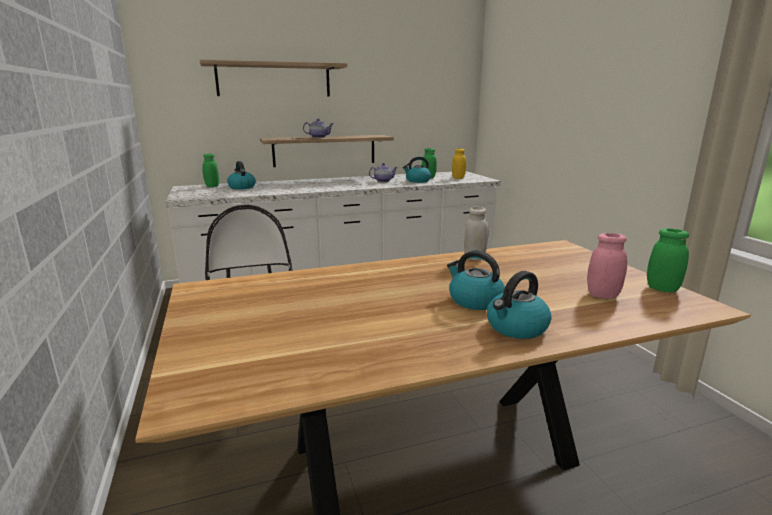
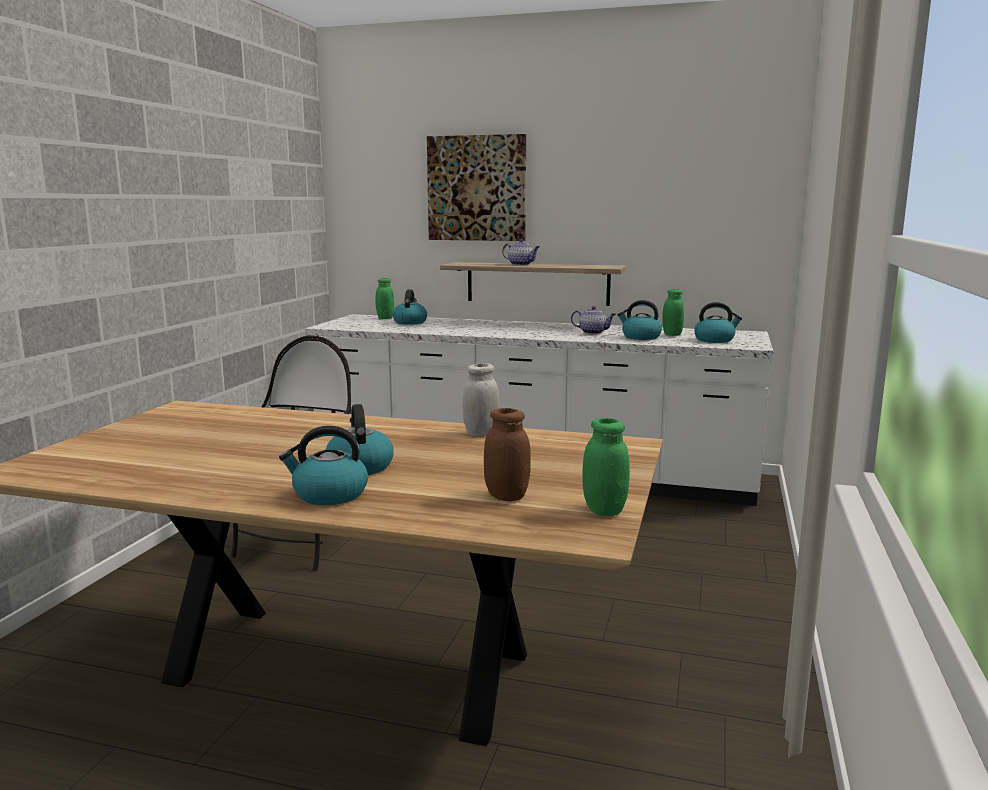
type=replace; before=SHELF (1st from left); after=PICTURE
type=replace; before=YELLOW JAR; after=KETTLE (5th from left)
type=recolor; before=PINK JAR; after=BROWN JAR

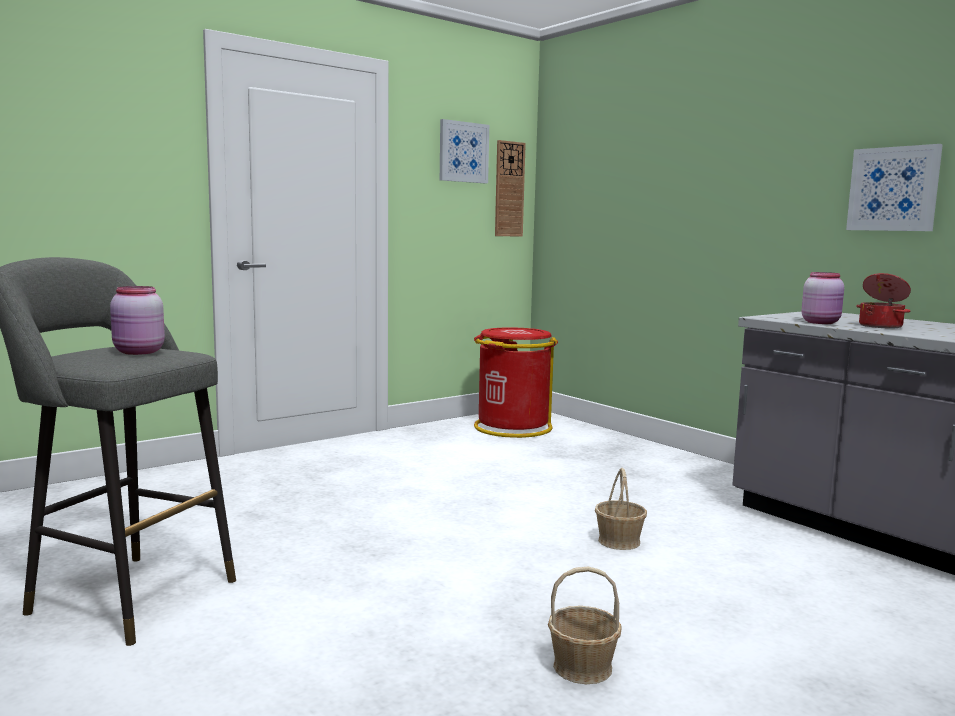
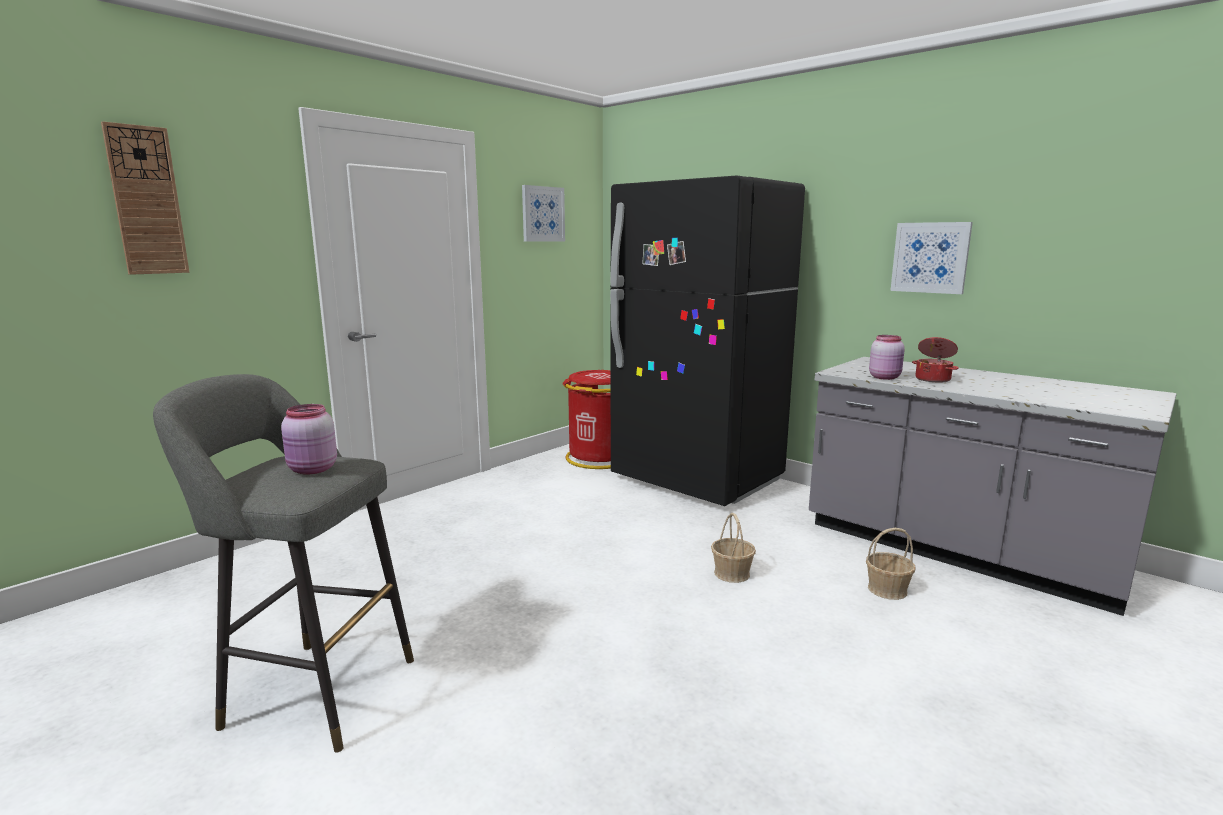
type=move; before=WALL CLOCK
type=move; before=BASKET (1st from left in the first image); after=BASKET (2nd from left)
type=insert; after=BLACK FRIDGE

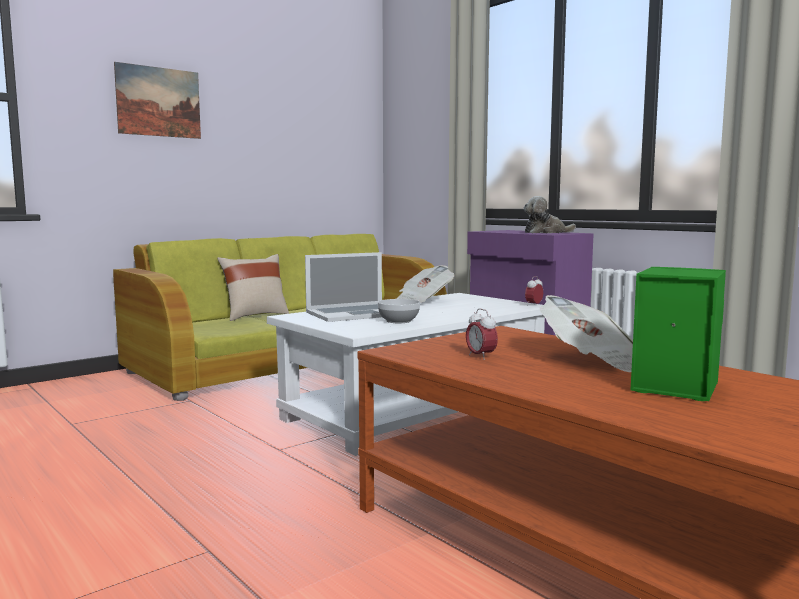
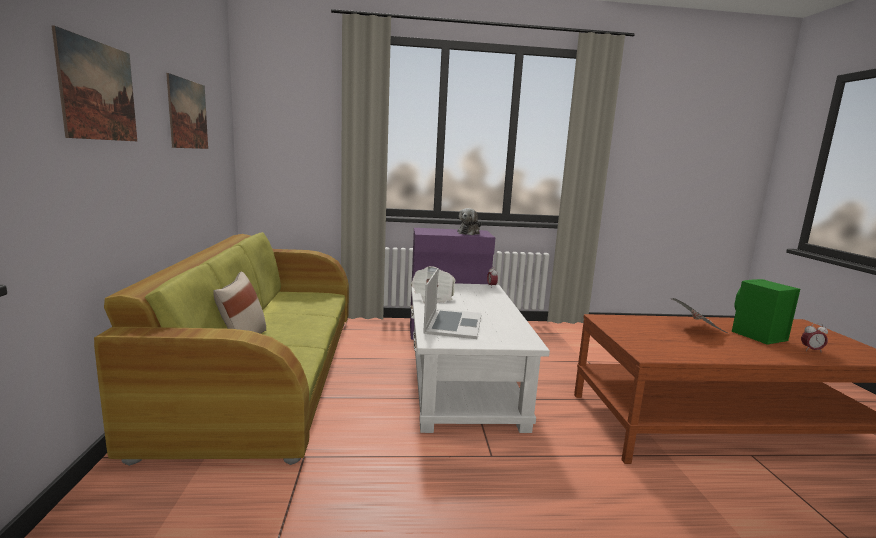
type=delete; before=BOWL
type=move; before=ALARM CLOCK (1st from left in the first image); after=ALARM CLOCK (2nd from left)
type=insert; after=PICTURE (2nd from left)

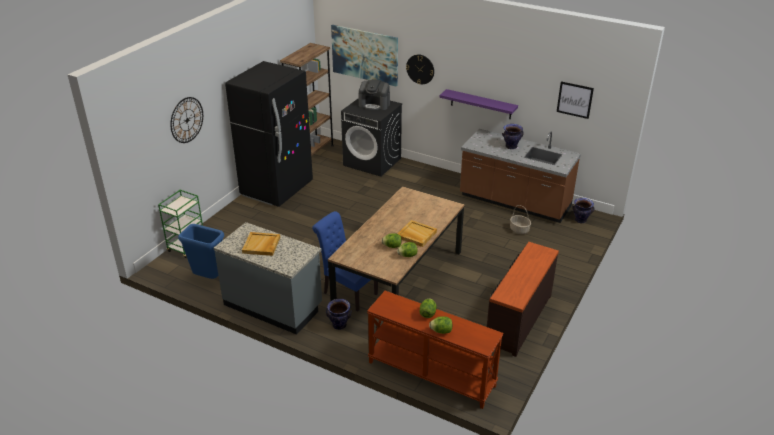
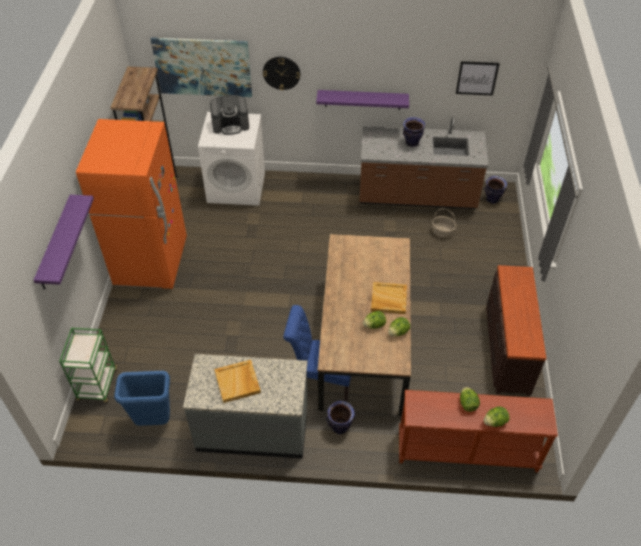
type=recolor; before=BLACK FRIDGE; after=ORANGE FRIDGE
type=replace; before=WALL CLOCK (1st from left); after=PURPLE SHELF (1st from left)
type=recolor; before=BLACK WASHING MACHINE; after=WHITE WASHING MACHINE

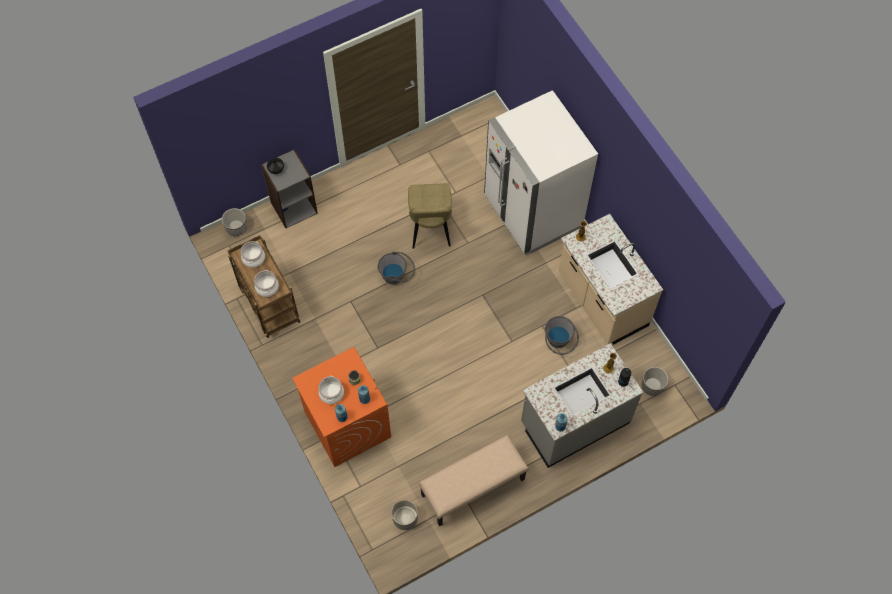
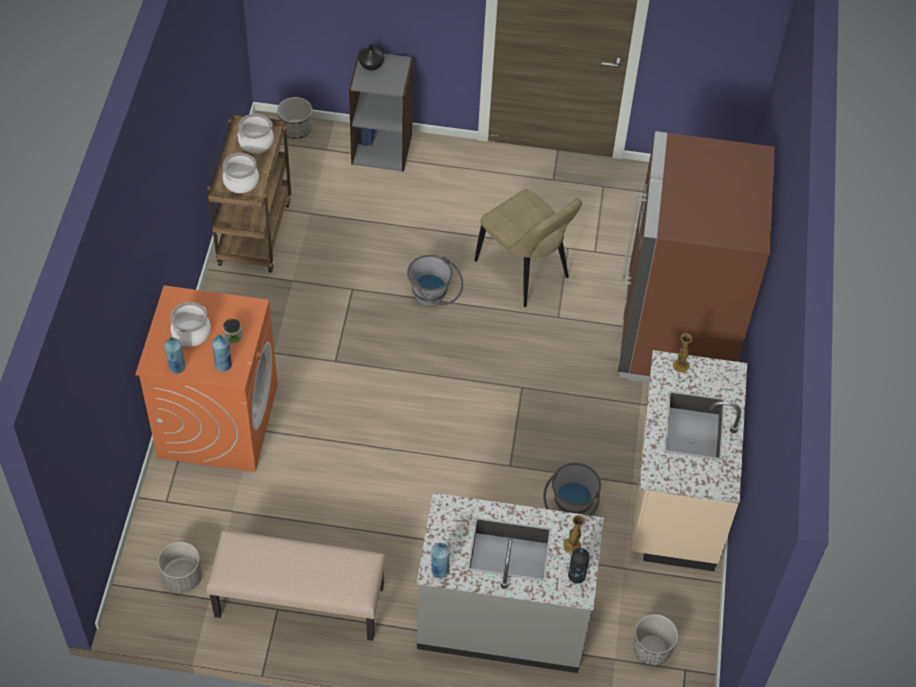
type=recolor; before=WHITE FRIDGE; after=BROWN FRIDGE
type=rotate; before=BEIGE CHAIR; turn=-75

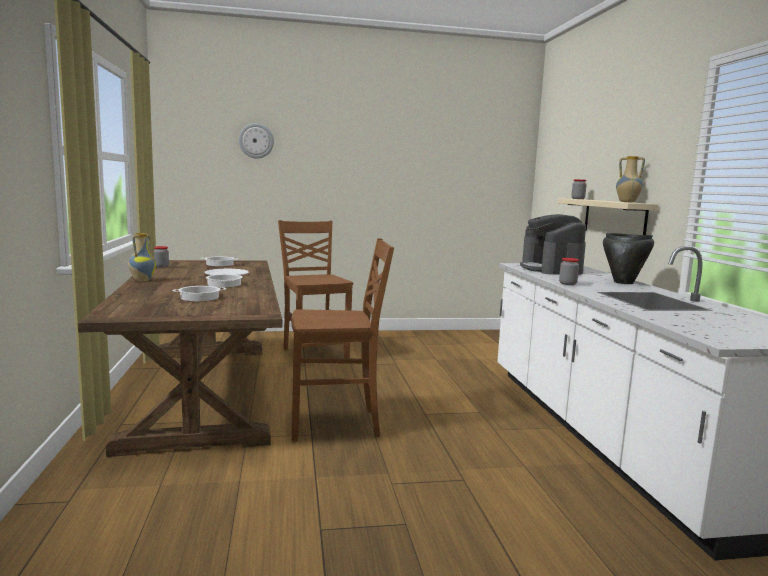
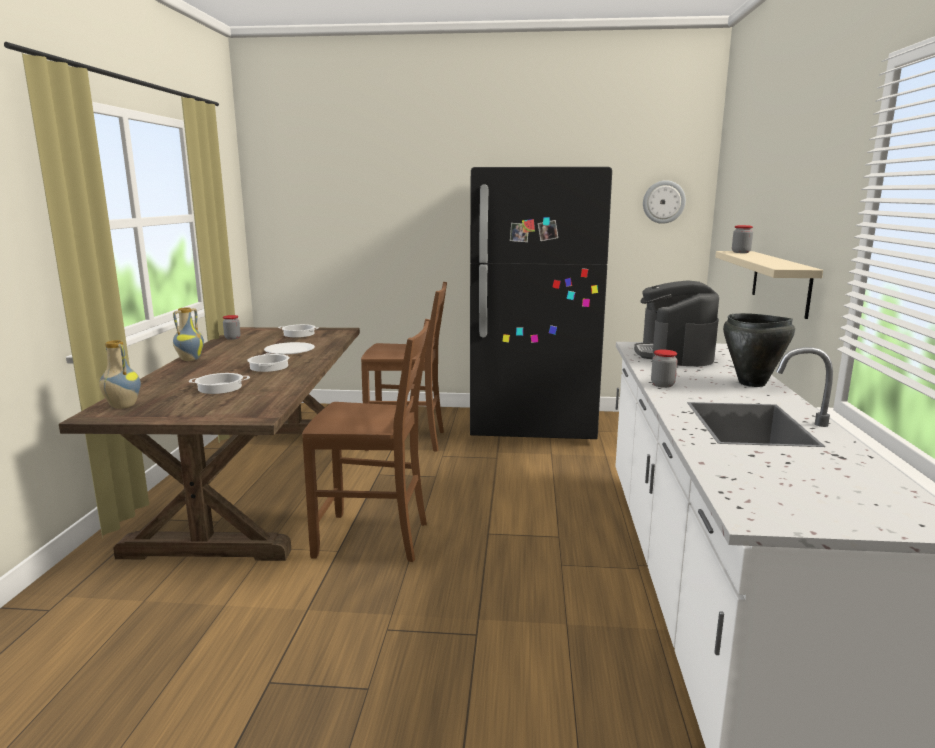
type=move; before=WALL CLOCK
type=move; before=VASE (2nd from left in the first image); after=VASE (1st from left)
type=rotate; before=BROWN CHAIR (1st from left in the first image); turn=105
type=insert; after=BLACK FRIDGE

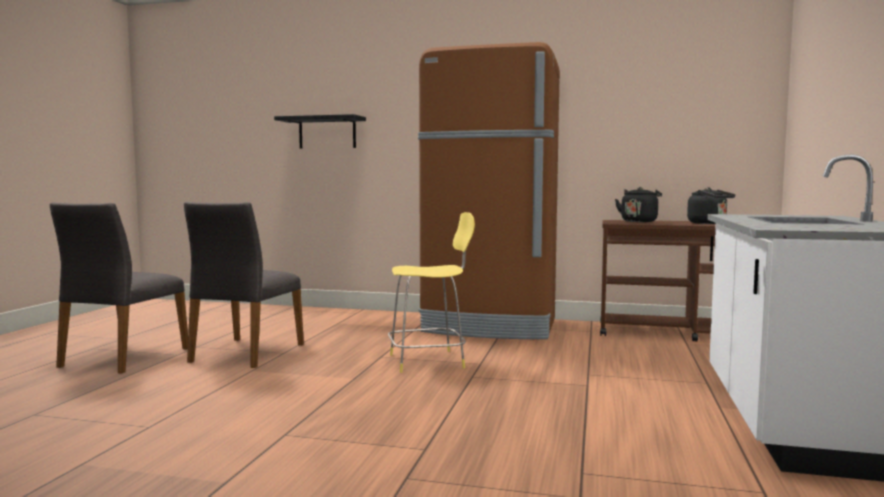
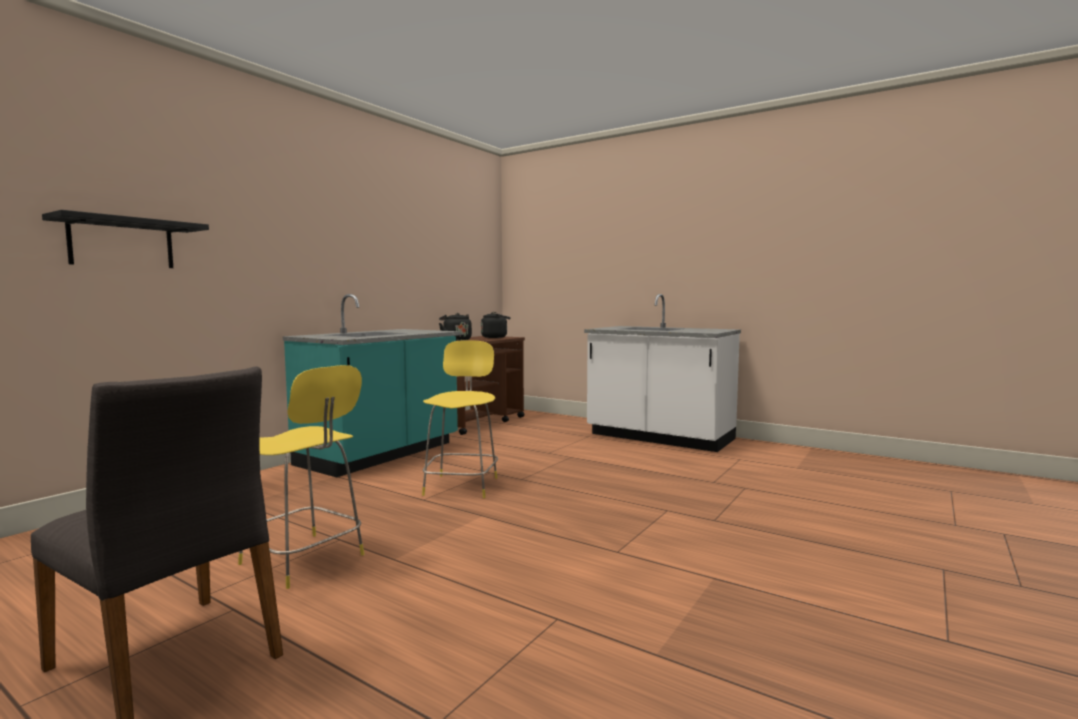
type=replace; before=BROWN FRIDGE; after=TURQUOISE COUNTER
type=replace; before=GREY CHAIR (2nd from left); after=YELLOW STOOL (1st from left)

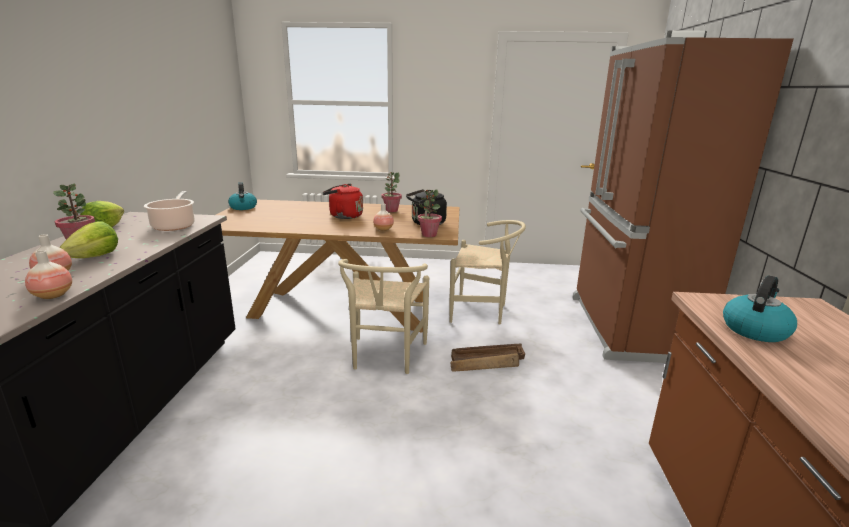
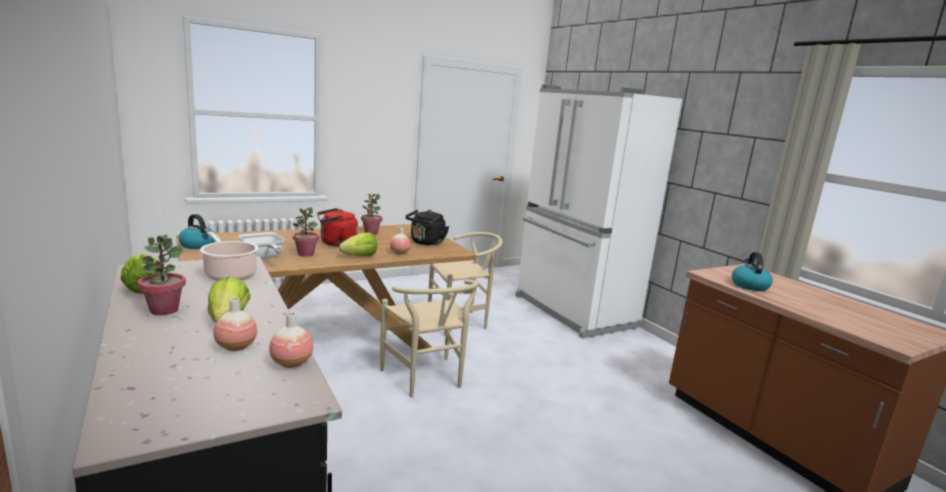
type=recolor; before=BROWN FRIDGE; after=WHITE FRIDGE
type=move; before=POTTED PLANT (3rd from left in the first image); after=POTTED PLANT (2nd from left)
type=delete; before=CRATE
type=insert; after=FRYING PAN
type=insert; after=LETTUCE (3rd from left)

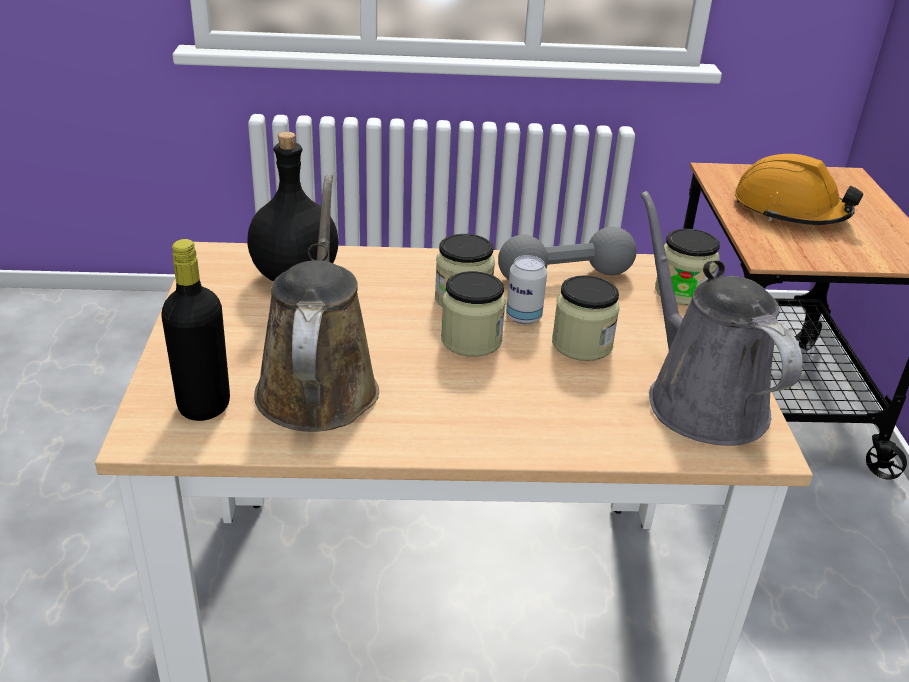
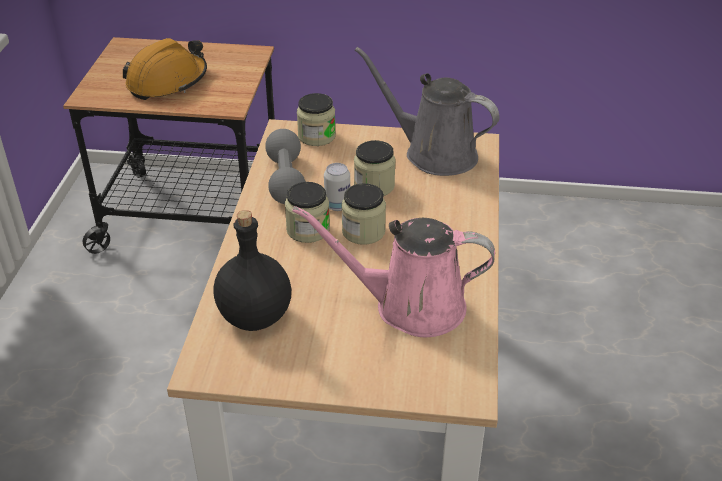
type=recolor; before=BROWN WATERING CAN; after=PINK WATERING CAN
type=rotate; before=GREY WATERING CAN; turn=45
type=delete; before=BLACK BOTTLE (1st from left)

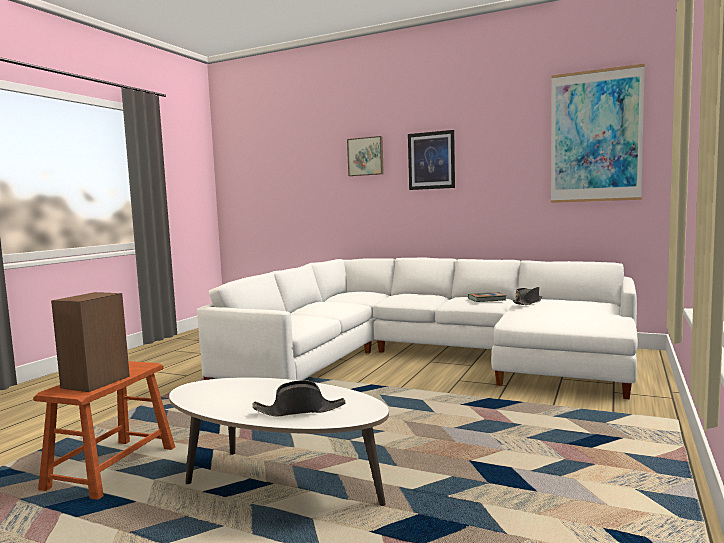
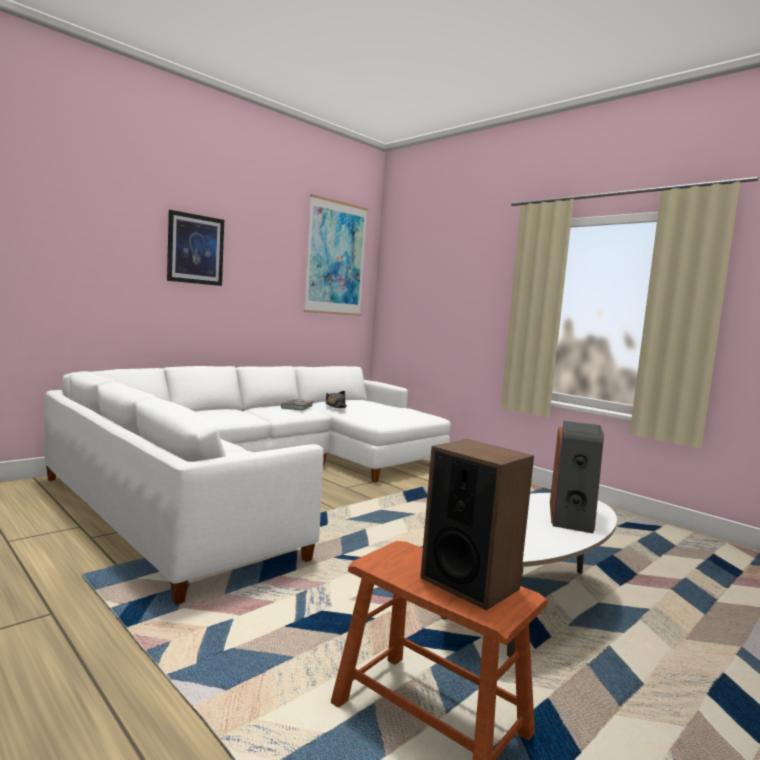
type=delete; before=PICTURE (1st from left)
type=replace; before=BLACK HAT (1st from left); after=SPEAKER (2nd from left)

